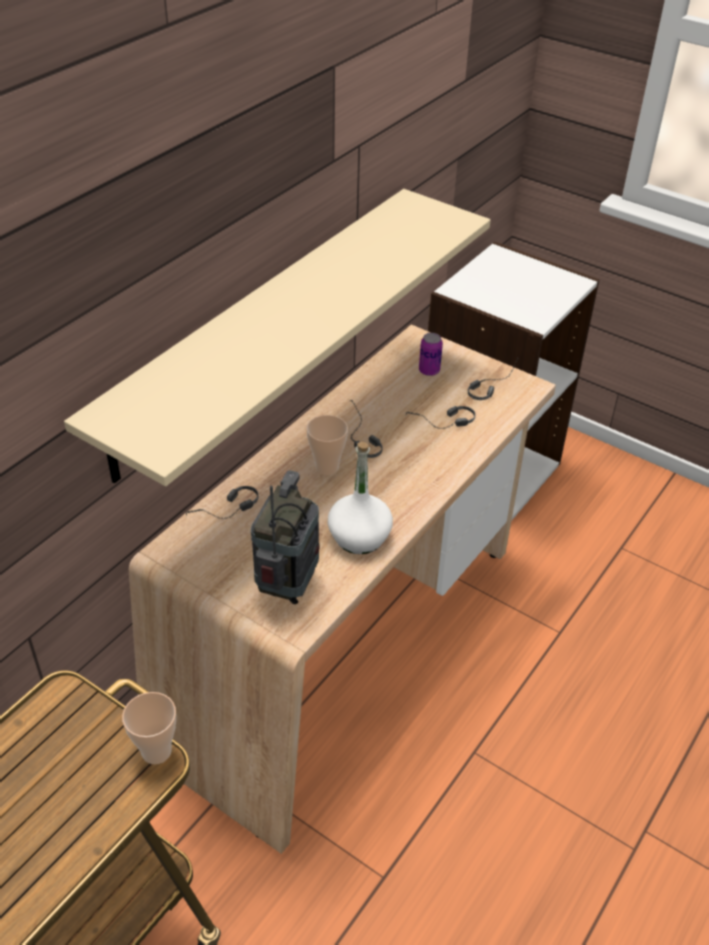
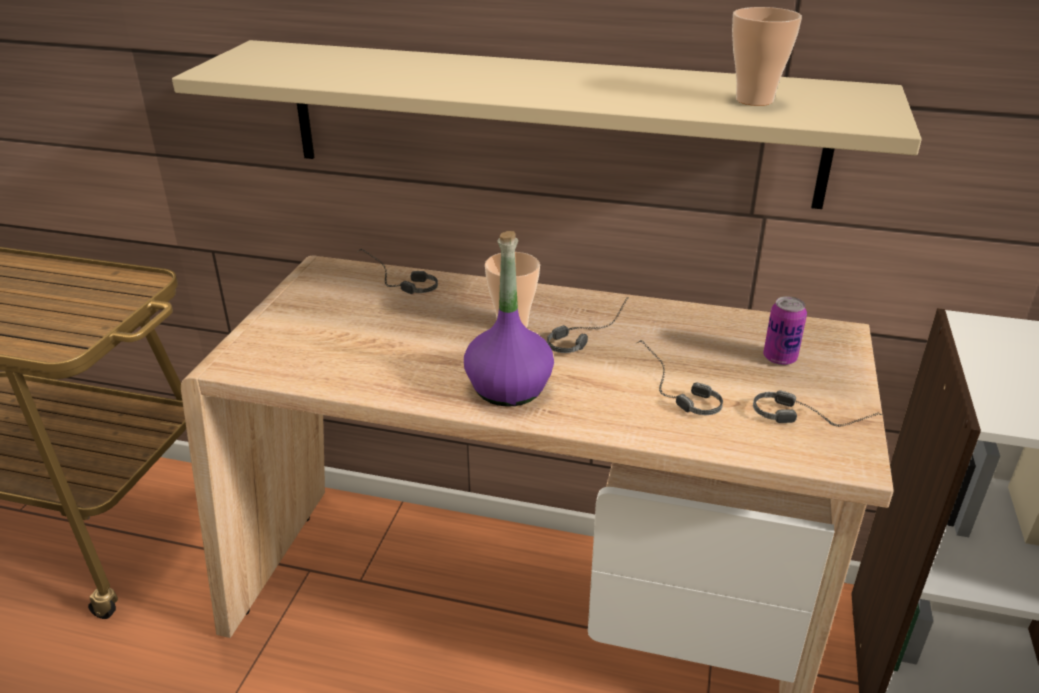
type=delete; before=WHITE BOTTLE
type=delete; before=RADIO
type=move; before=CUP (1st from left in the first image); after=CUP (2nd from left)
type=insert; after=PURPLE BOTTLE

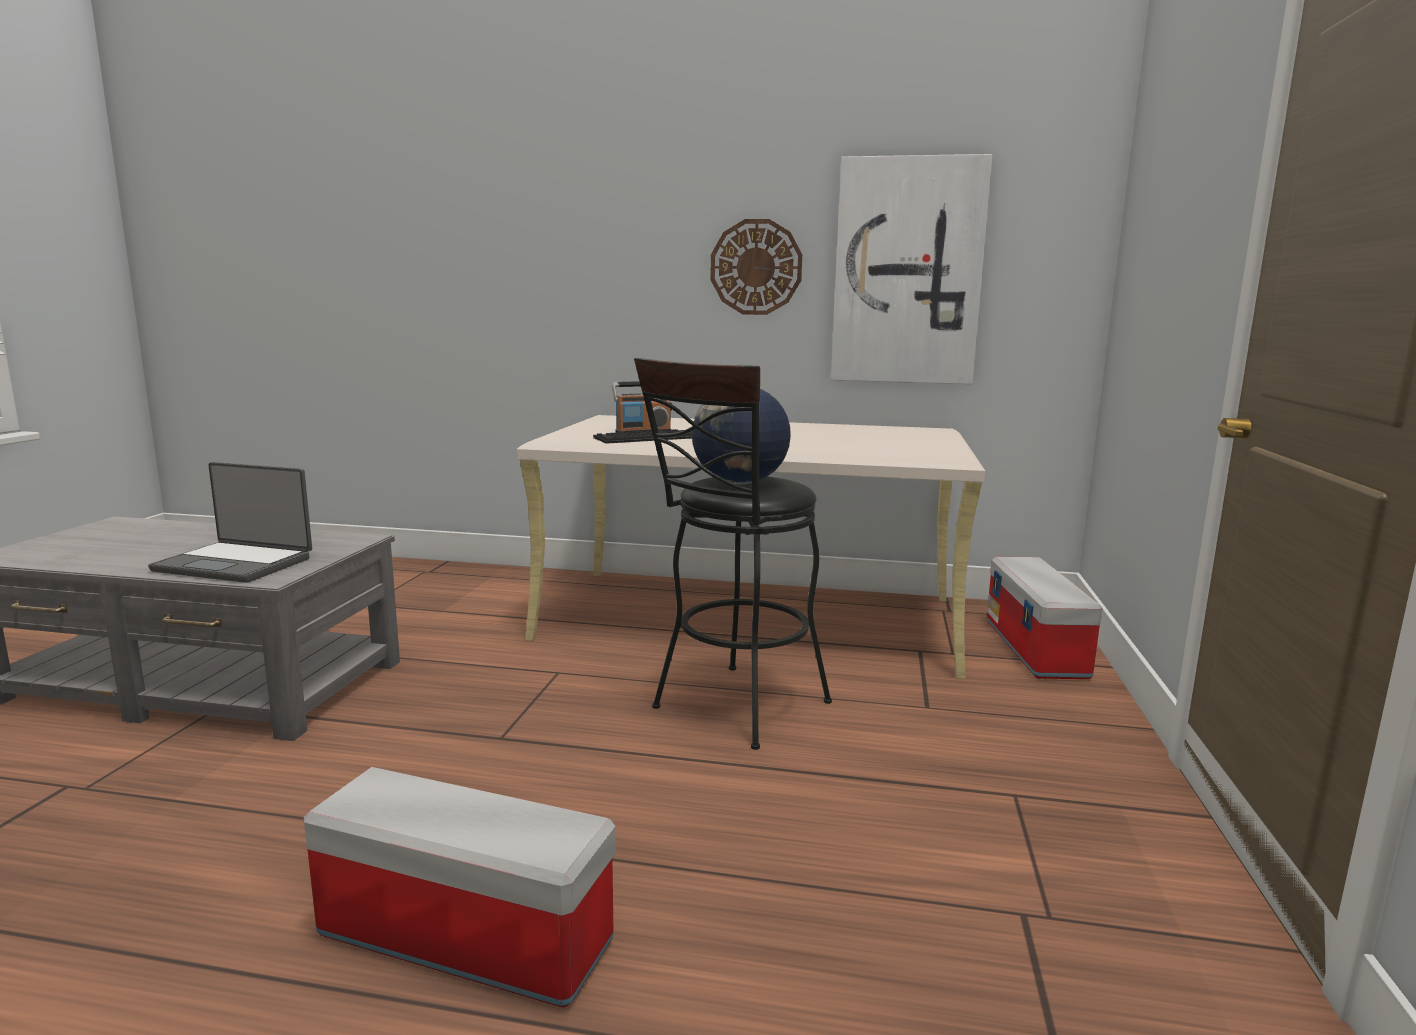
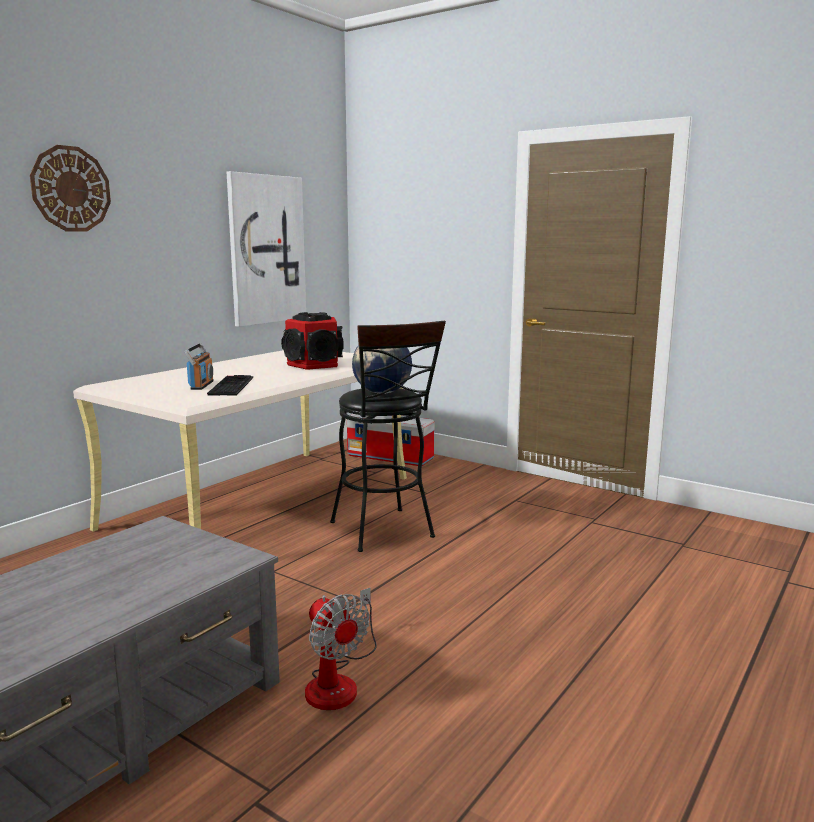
type=move; before=WALL CLOCK
type=delete; before=LAPTOP
type=delete; before=STORAGE BOX (1st from left)
type=insert; after=SPEAKER
type=insert; after=FAN

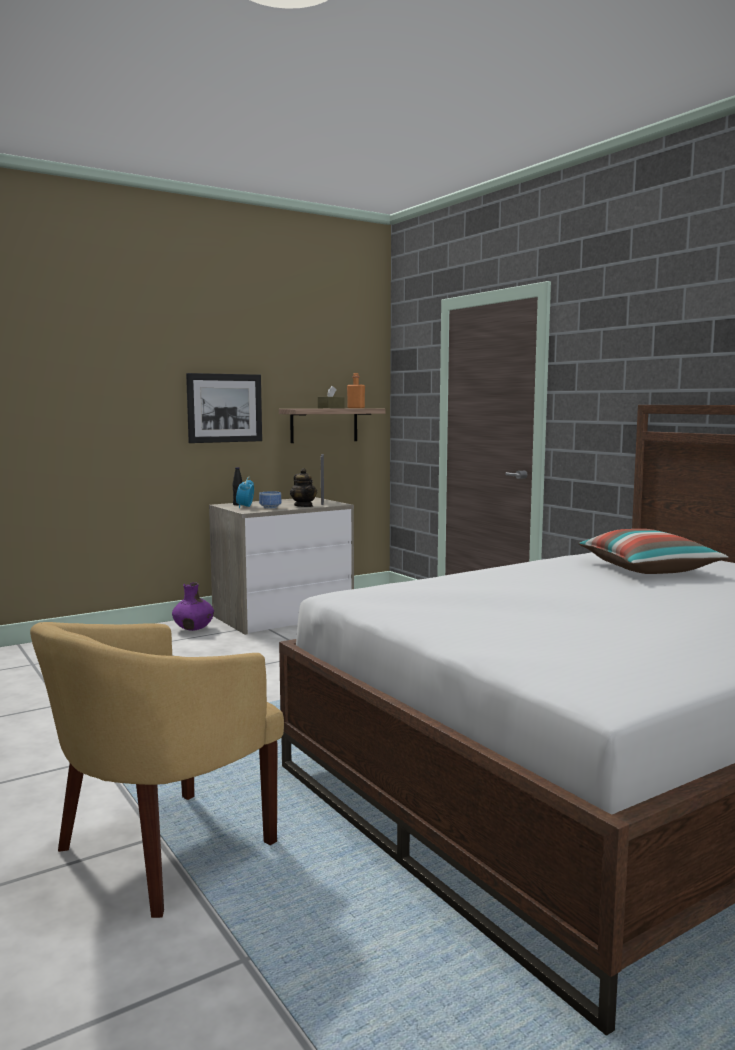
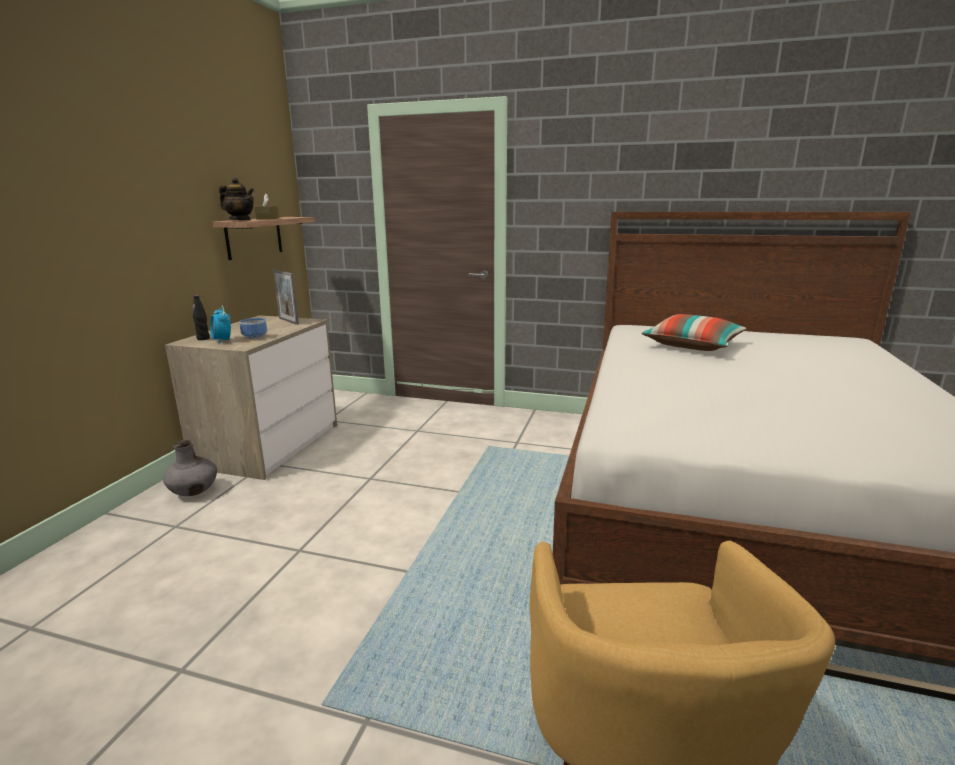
type=delete; before=PICTURE
type=delete; before=ORANGE BOTTLE
type=move; before=TEAPOT
type=recolor; before=PURPLE VASE; after=GREY VASE

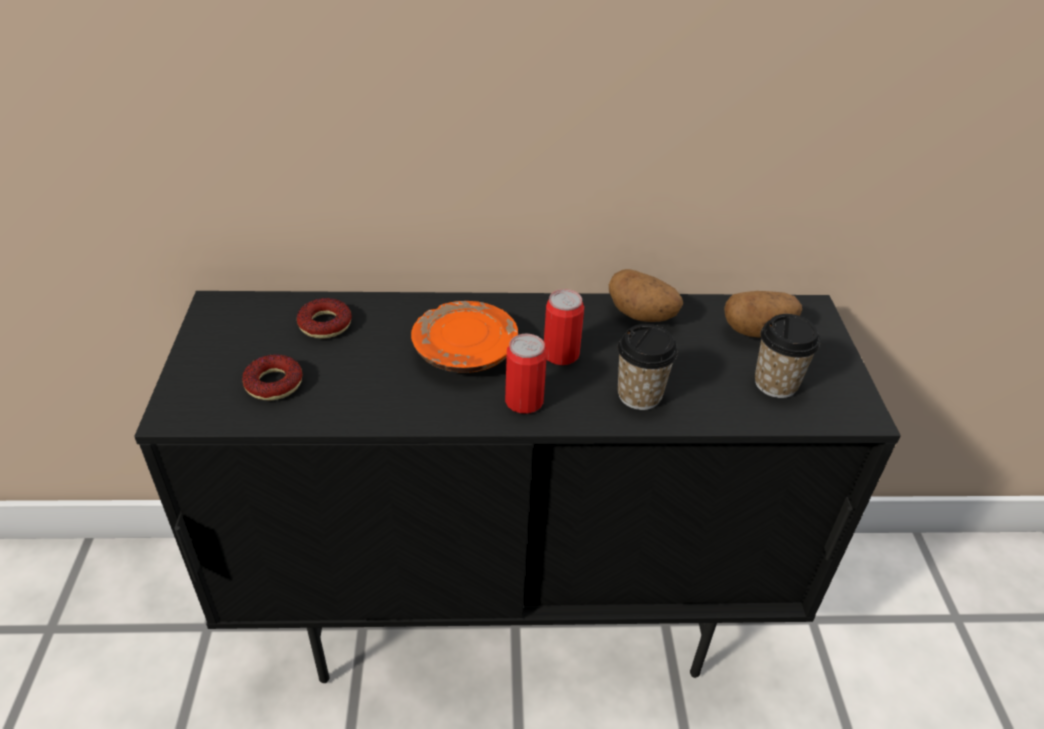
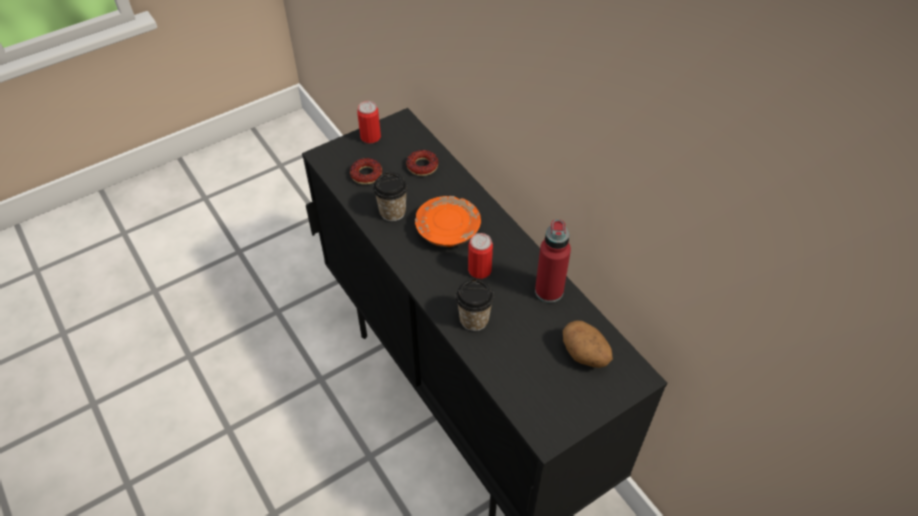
type=replace; before=POTATO (1st from left); after=RED BOTTLE
type=move; before=CUP (2nd from left in the first image); after=CUP (1st from left)
type=move; before=CAN (1st from left)

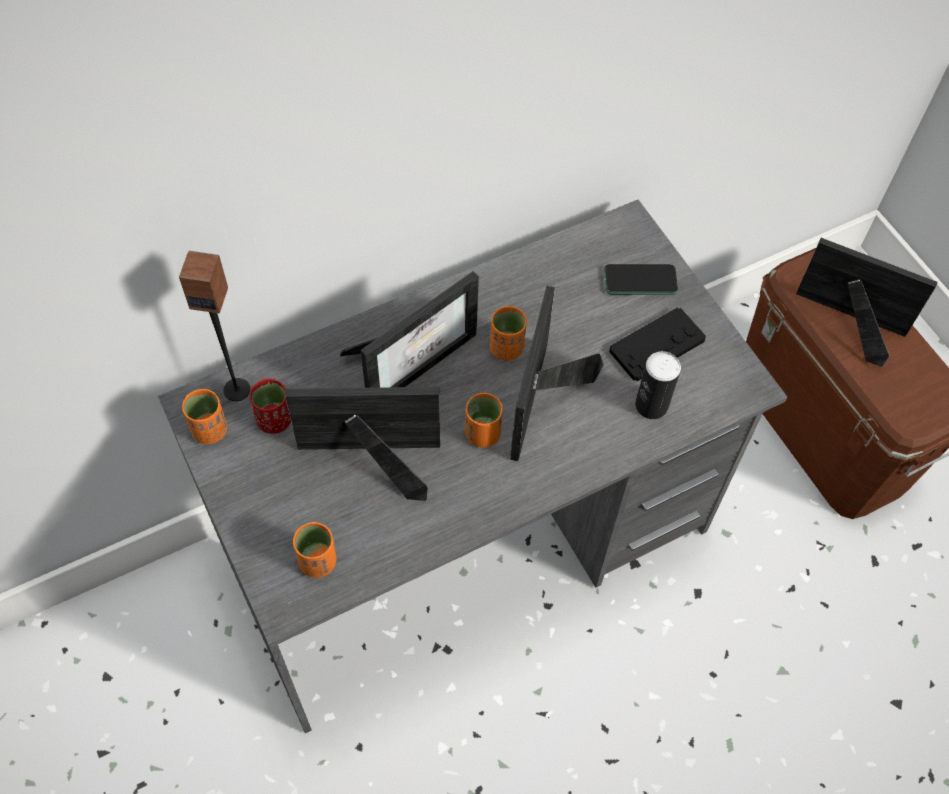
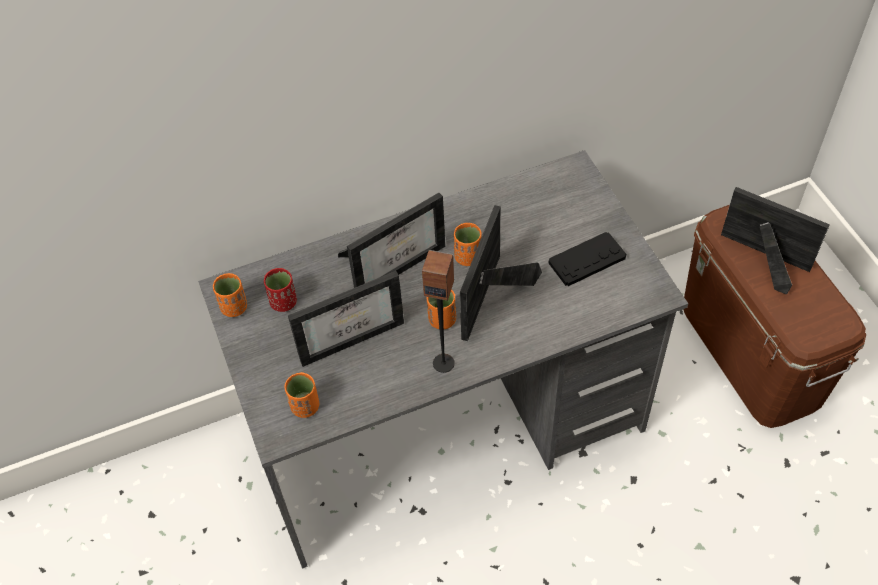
type=move; before=SPEAKER
type=delete; before=PHONE
type=delete; before=CAN
type=rotate; before=PICTURE FRAME (1st from left); turn=150

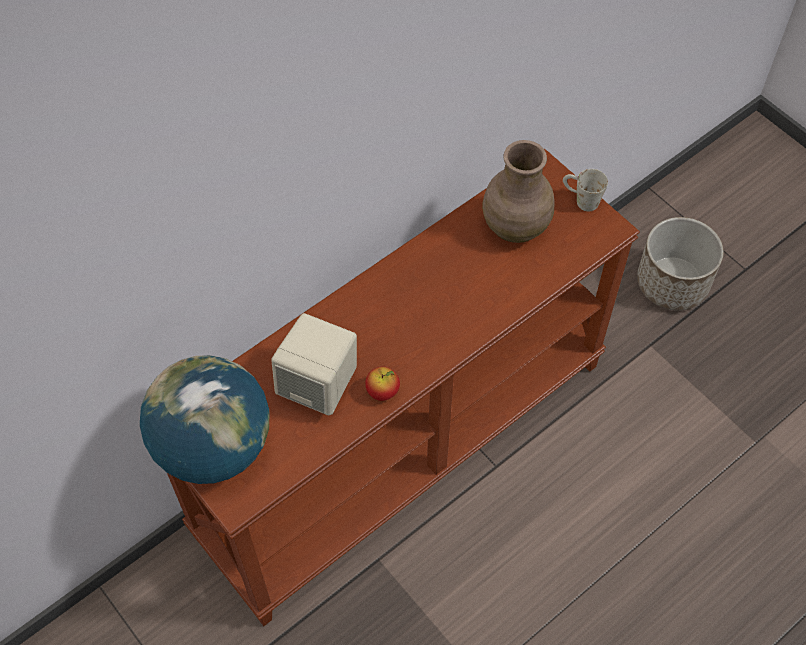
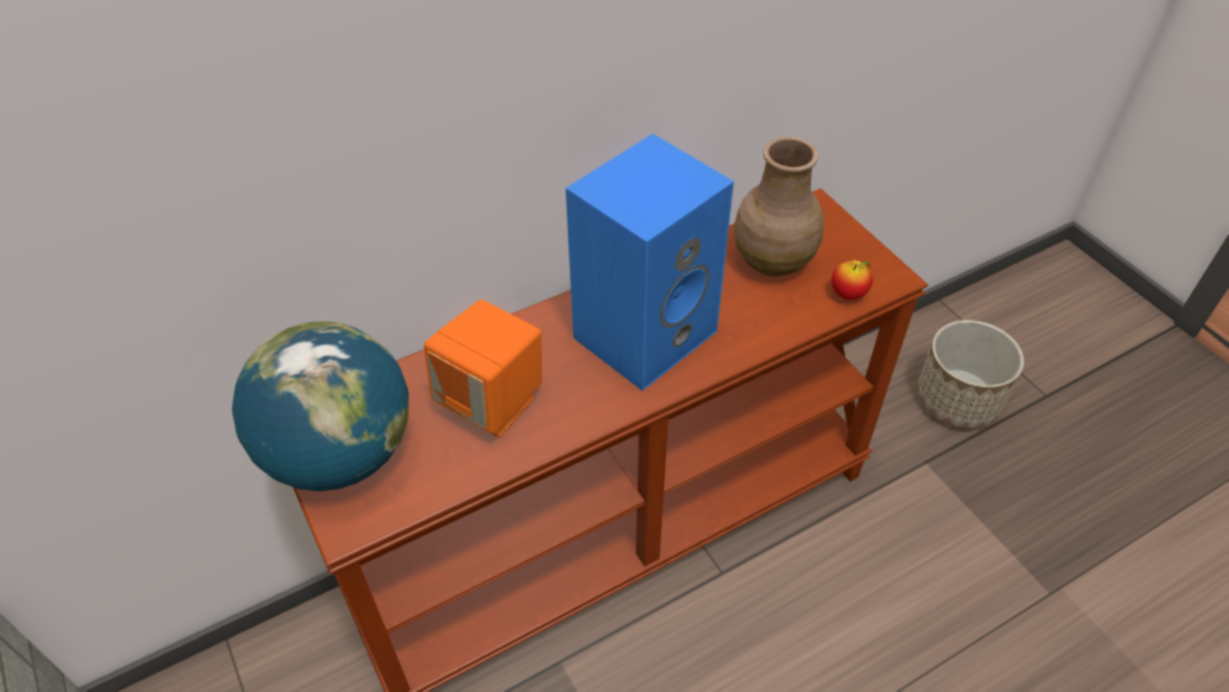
type=delete; before=WHITE MUG
type=recolor; before=BEIGE SPEAKER; after=ORANGE SPEAKER
type=move; before=APPLE
type=insert; after=BLUE SPEAKER

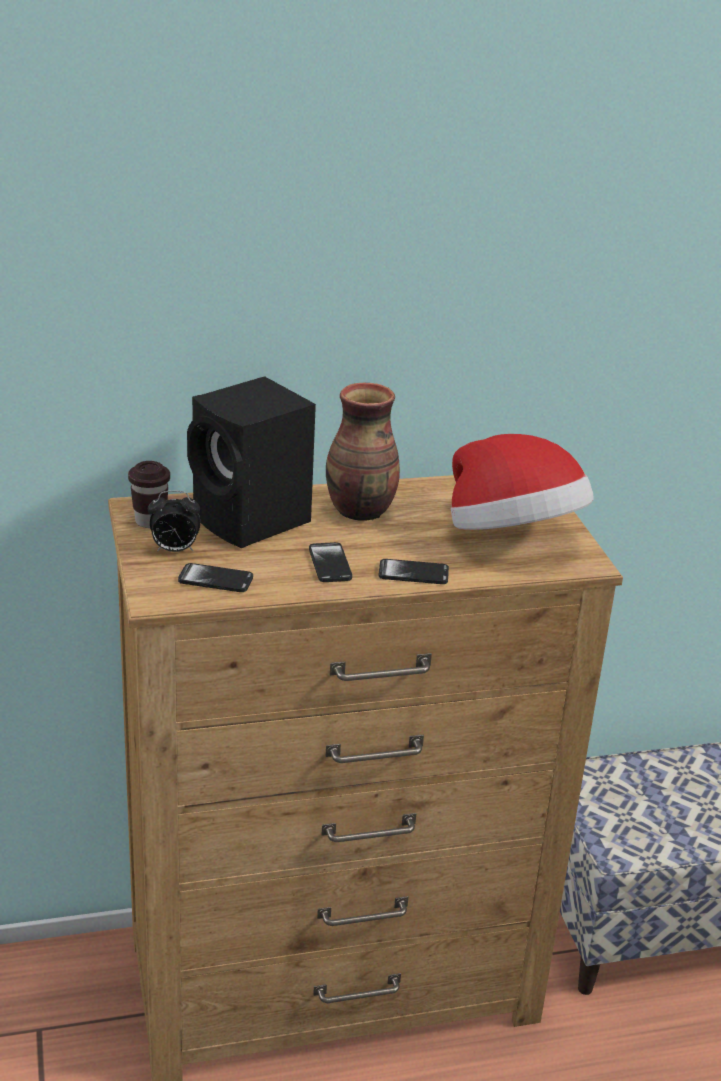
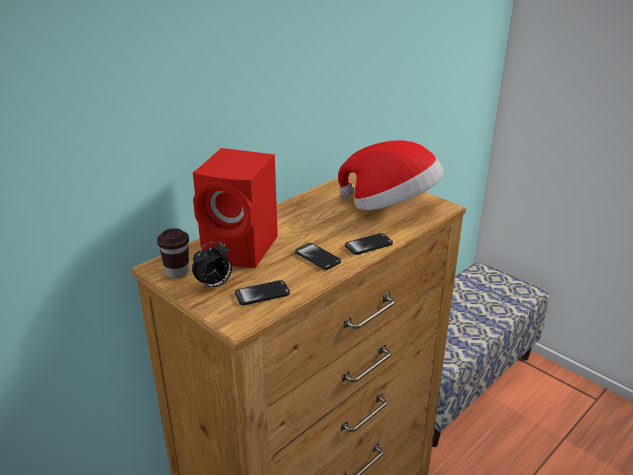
type=recolor; before=BLACK SPEAKER; after=RED SPEAKER
type=delete; before=VASE

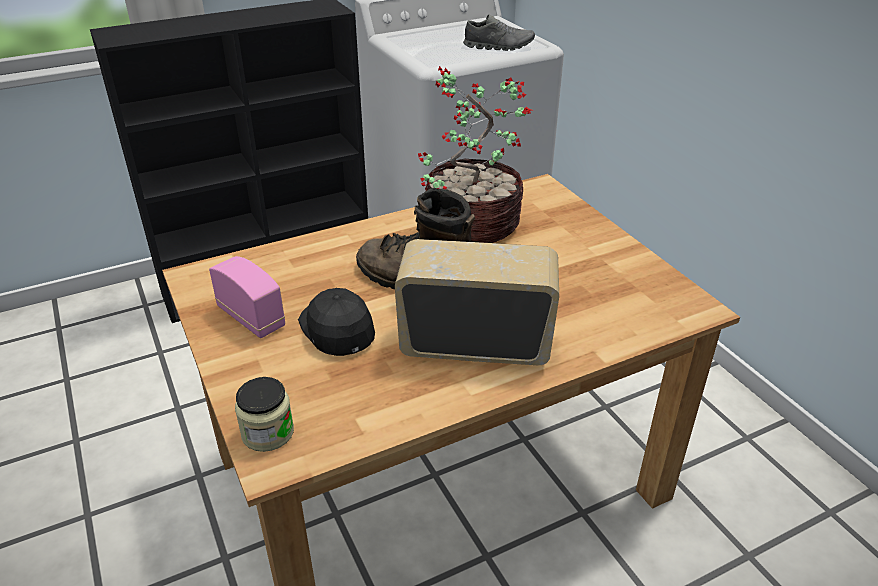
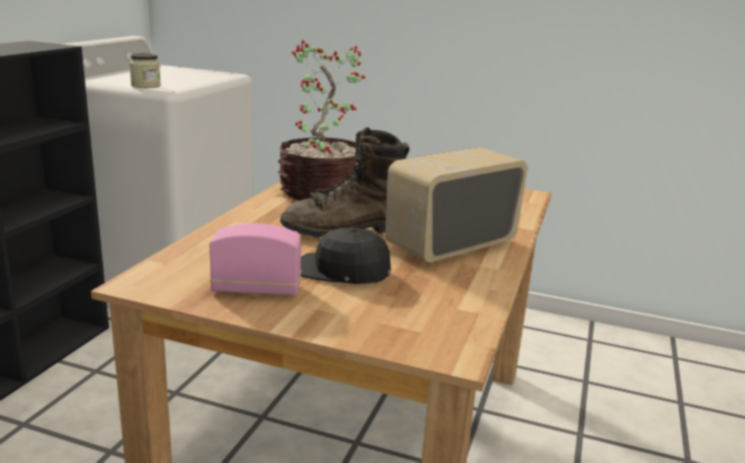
type=delete; before=GREY SHOE
type=move; before=JAR

